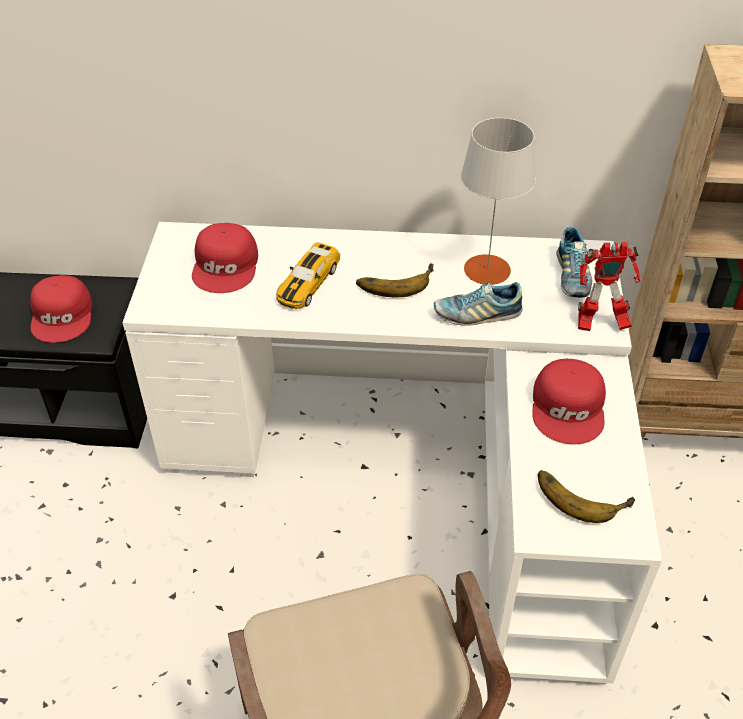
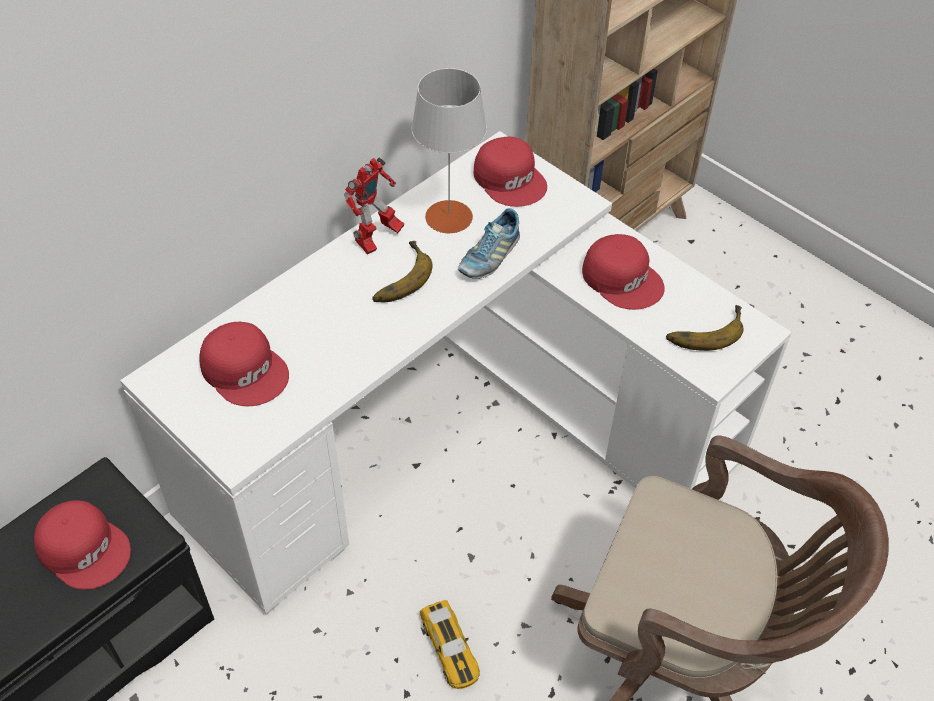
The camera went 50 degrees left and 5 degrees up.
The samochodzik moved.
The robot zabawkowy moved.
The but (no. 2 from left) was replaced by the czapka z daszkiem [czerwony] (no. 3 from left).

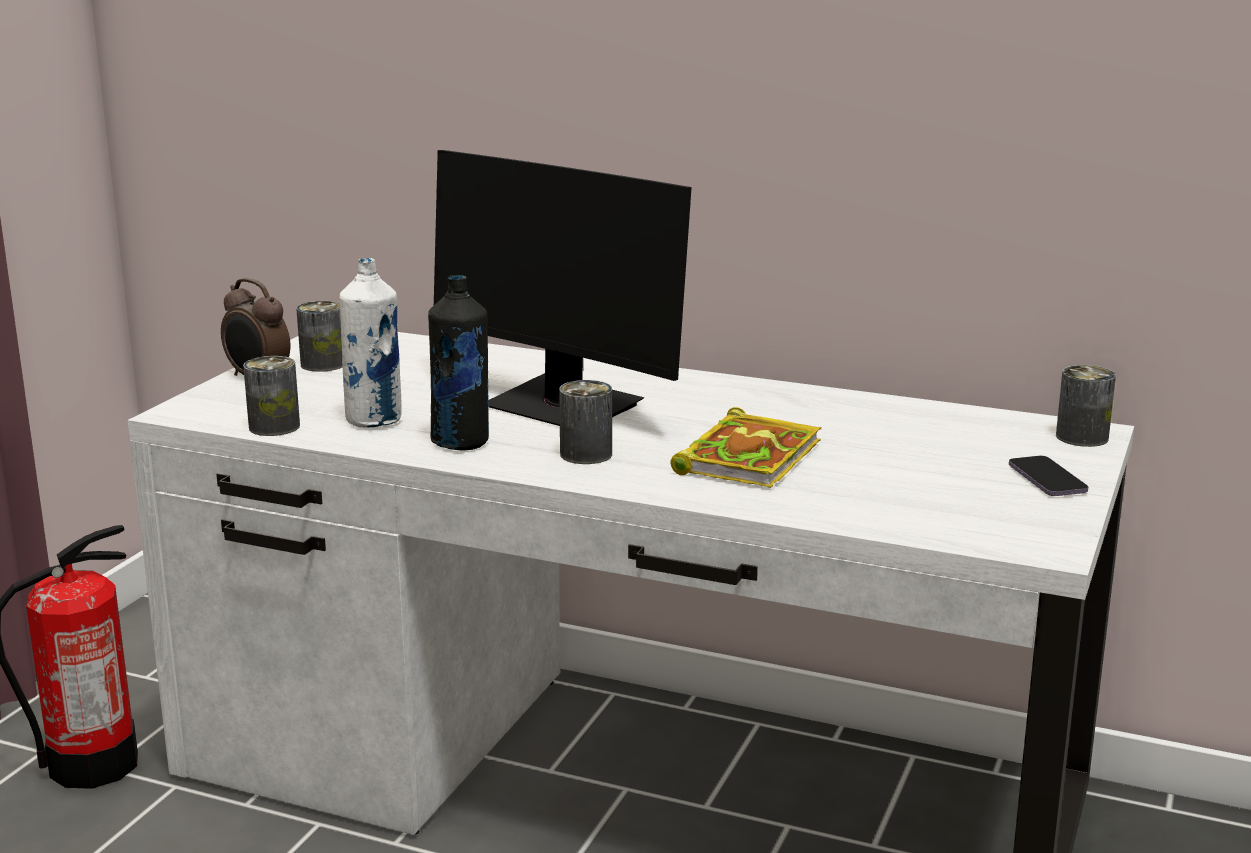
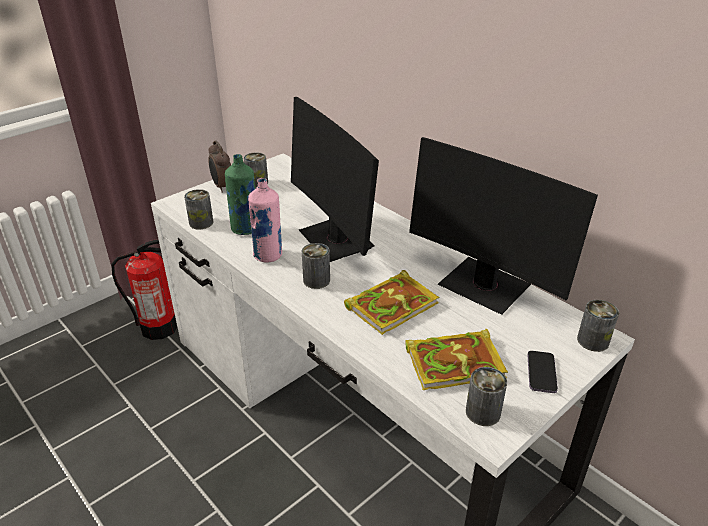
The camera went 25 degrees right and 15 degrees up.
The książka (no. 2 from left) appeared.
The monitor (no. 2 from left) appeared.
The puszka (no. 4 from left) appeared.
The butelka [biały] became the butelka [zielony].
The butelka [czarny] became the butelka [różowy].

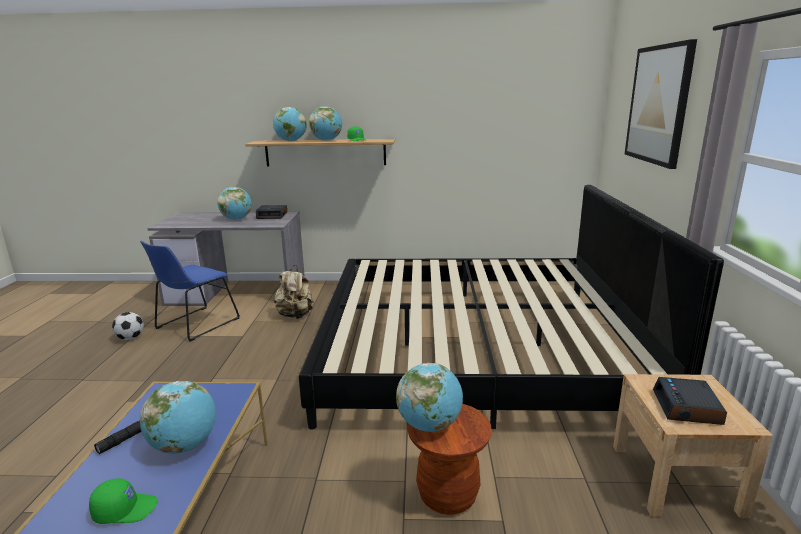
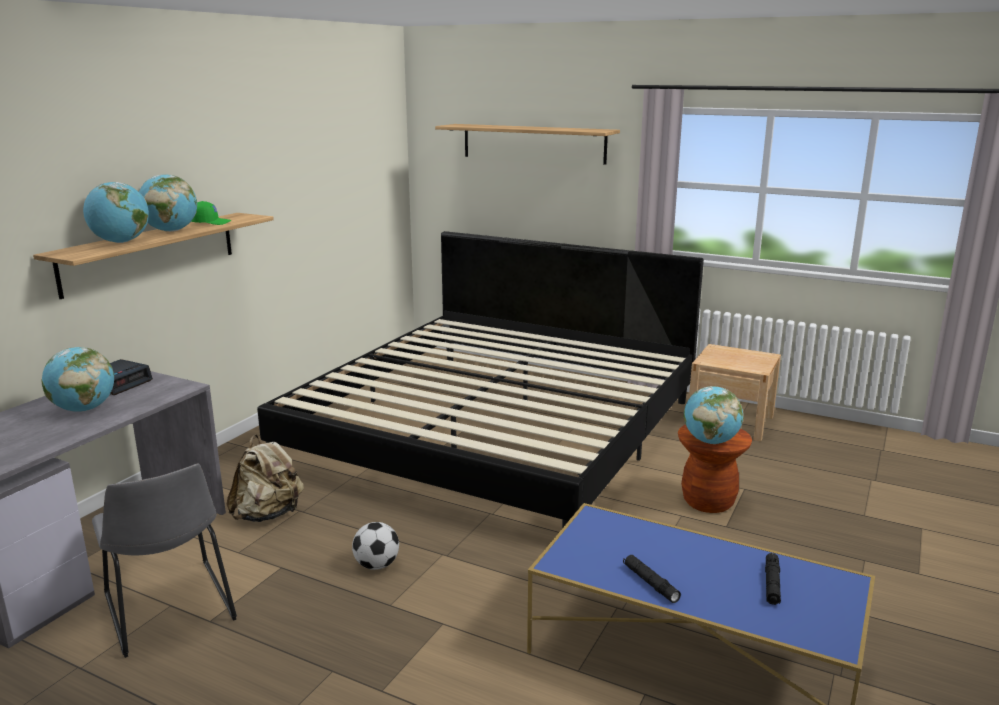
The camera went 65 degrees left and 0 degrees up.
The globus (no. 1 from left) disappeared.
The budzik (no. 2 from left) disappeared.
The piłka futbolowa moved.
The czapka z daszkiem [zielony] (no. 1 from left) was replaced by the latarka [czarny] (no. 2 from left).
The obraz was replaced by the półka (no. 2 from left).
The krzesło [niebieski] became the krzesło [szary].

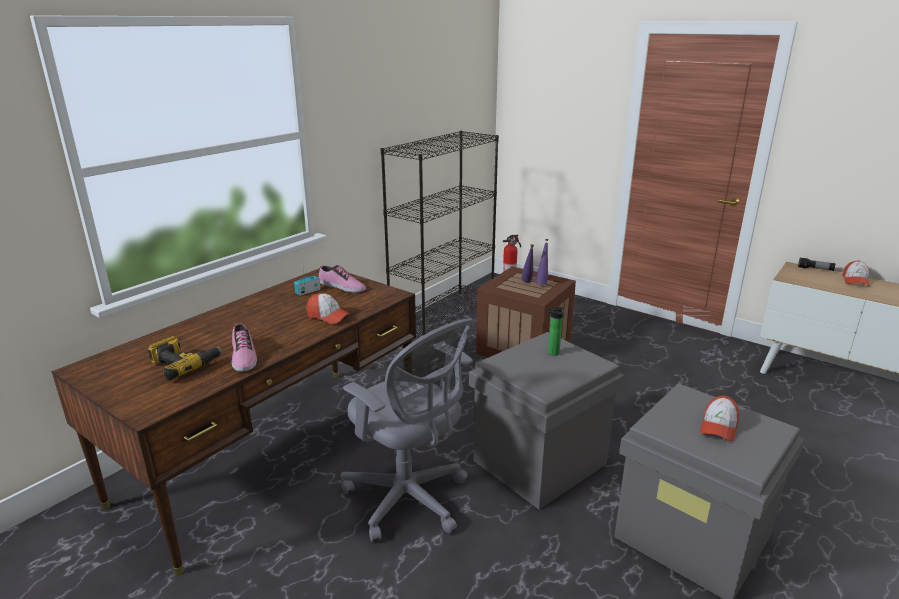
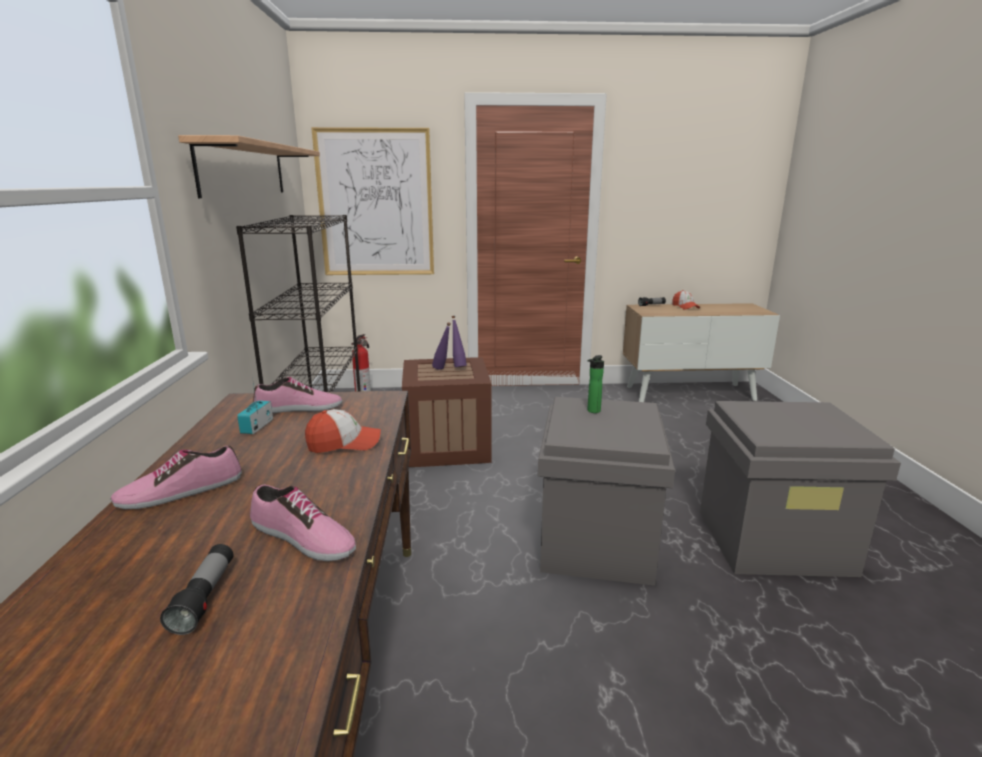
The camera went 40 degrees left and 5 degrees down.
The krzesło biurowe [szary] disappeared.
The czapka z daszkiem (no. 2 from left) disappeared.
The but (no. 1 from left) appeared.
The półka appeared.
The obraz appeared.
The wiertarka was replaced by the latarka (no. 1 from left).

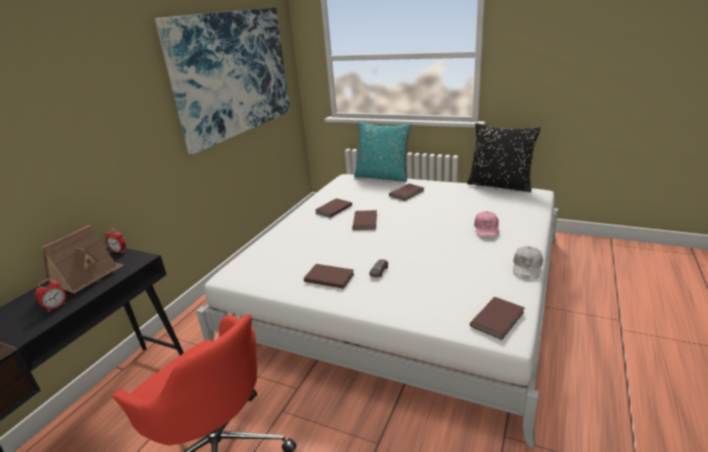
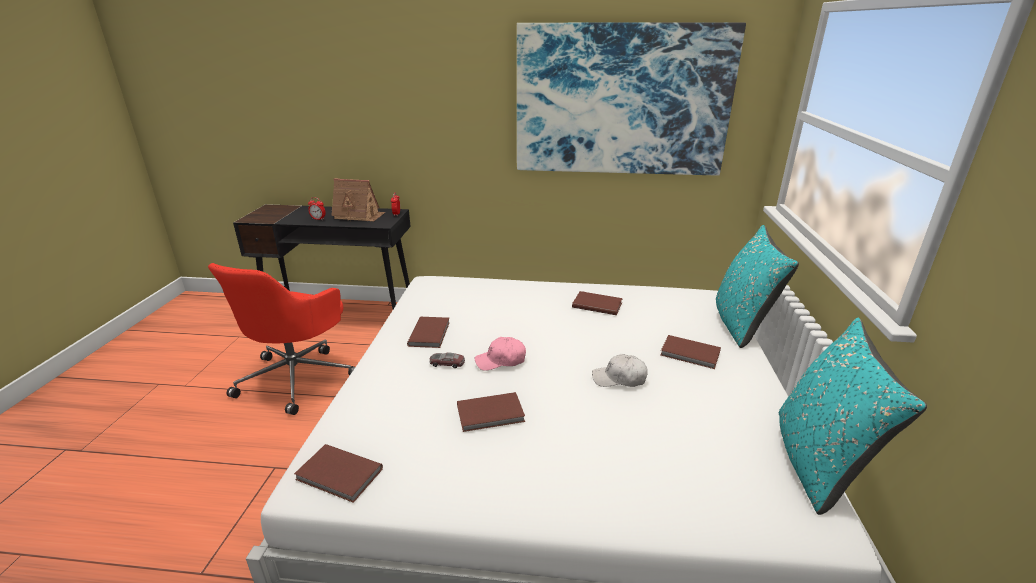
The camera went 70 degrees right and 0 degrees up.
The książka [brązowy] (no. 3 from left) moved.
The czapka z daszkiem [różowy] moved.
The czapka z daszkiem [biały] moved.
The poduszka [czarny] became the poduszka [turkusowy] (no. 2 from left).

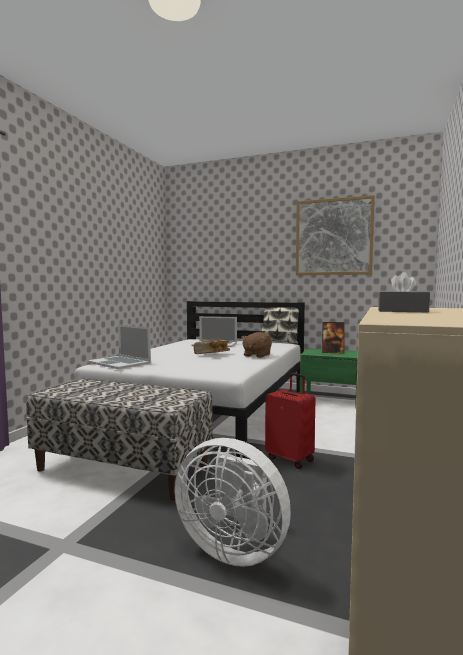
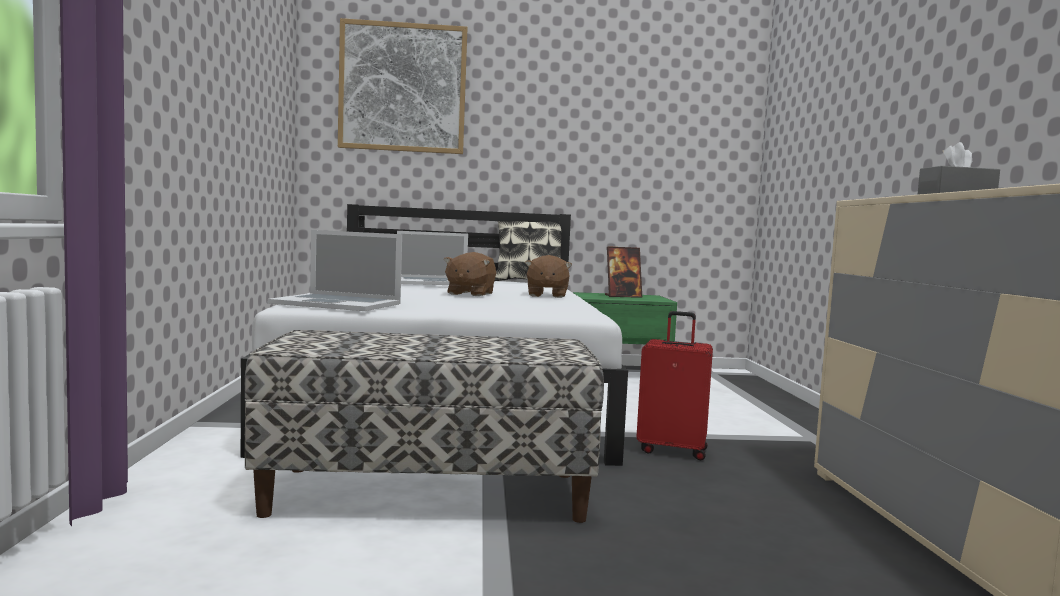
The camera went 25 degrees left and 0 degrees up.
The wentylator [biały] disappeared.
The obraz moved.
The książka was replaced by the pluszak [brązowy] (no. 1 from left).

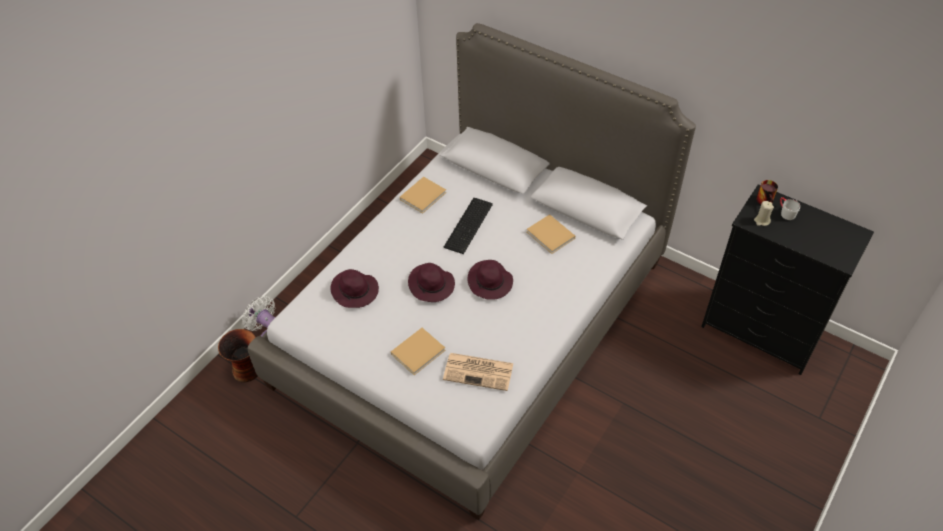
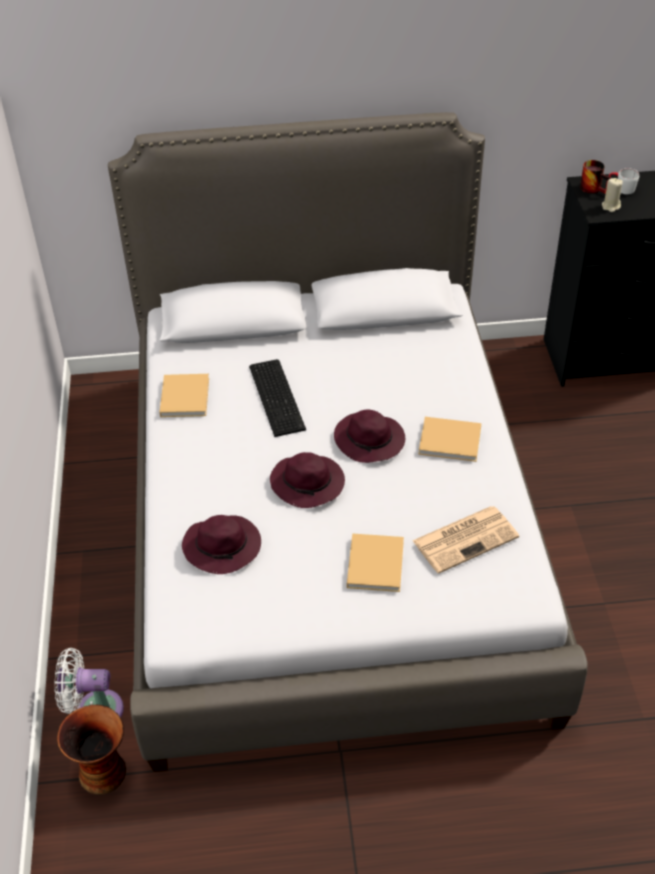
The camera went 40 degrees left and 5 degrees down.
The książka [beżowy] (no. 3 from left) moved.

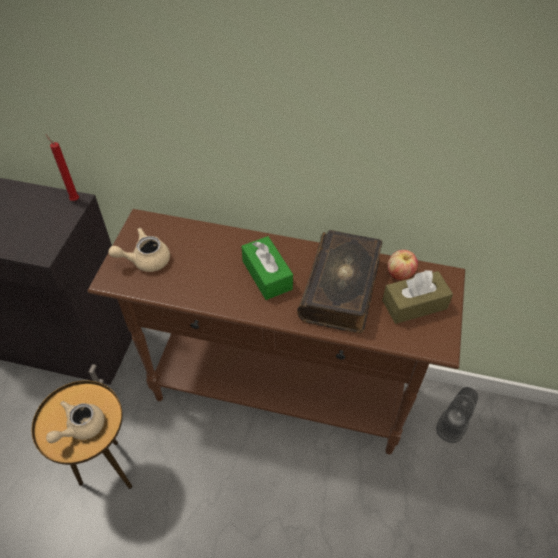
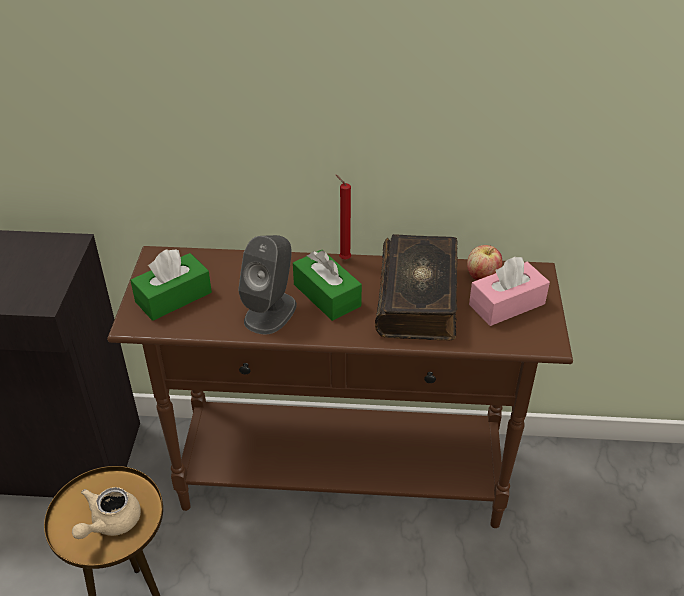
The camera went 10 degrees left and 10 degrees down.
The świeca [czerwony] moved.
The głośnik [szary] moved.
The imbryk [beżowy] (no. 2 from left) was replaced by the pudełko chusteczek [zielony] (no. 1 from left).
The pudełko chusteczek [brązowy] became the pudełko chusteczek [różowy].

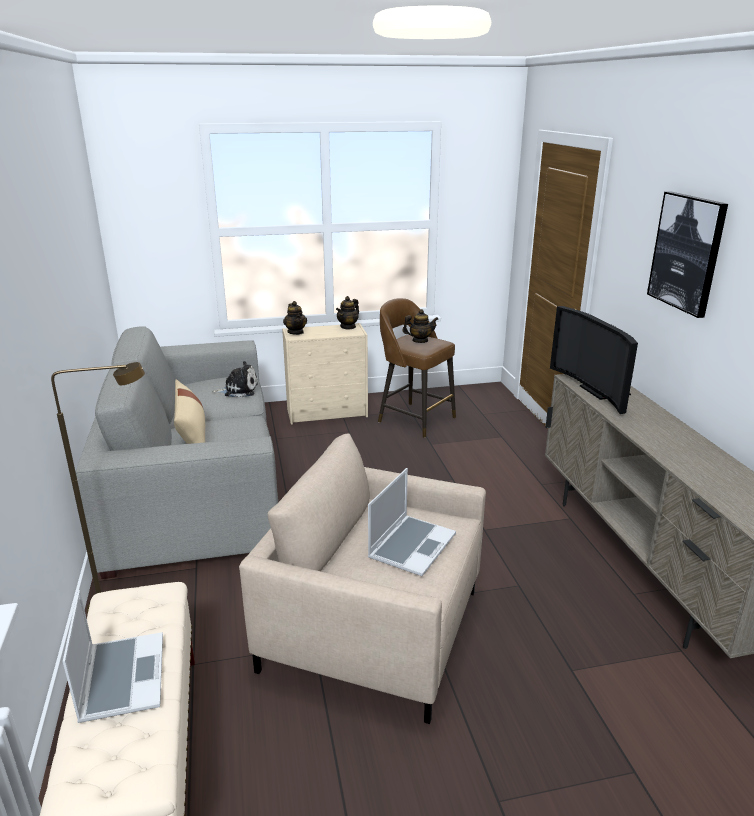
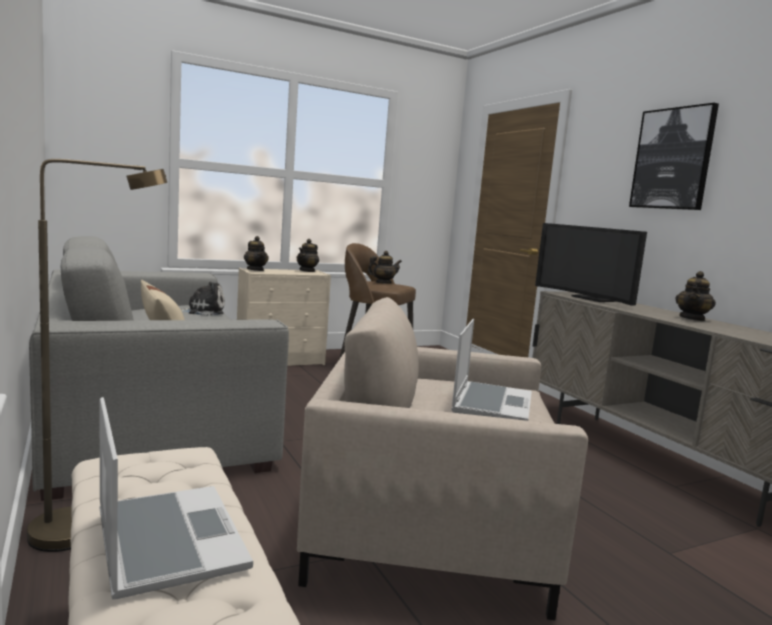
The camera went 15 degrees left and 15 degrees down.
The imbryk (no. 4 from left) appeared.

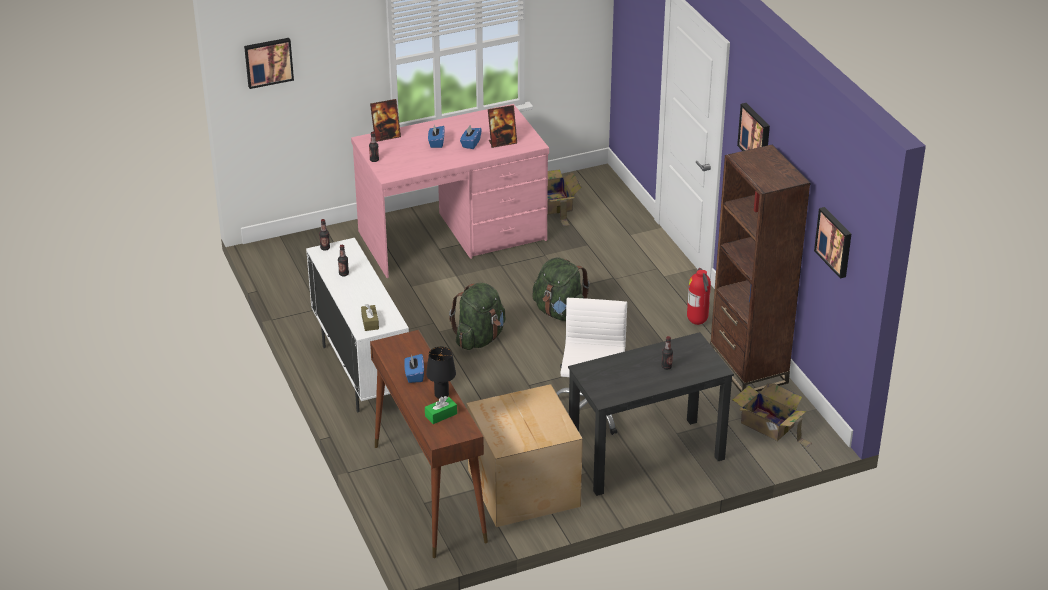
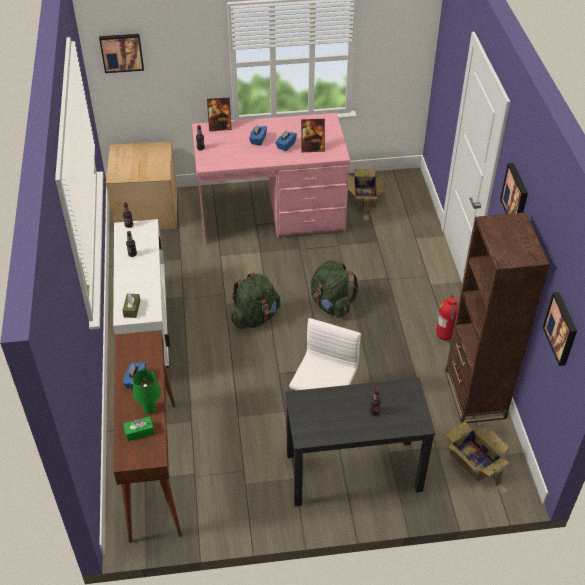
The camera went 15 degrees right and 10 degrees up.
The karton (no. 1 from left) moved.
The lampa stołowa [czarny] became the lampa stołowa [zielony].

